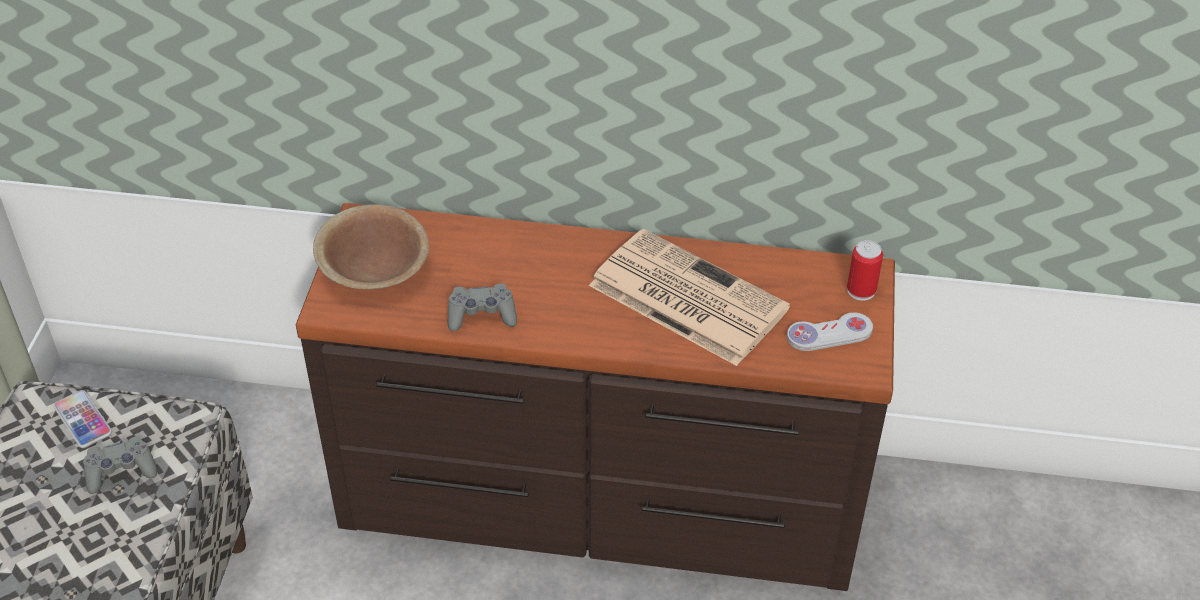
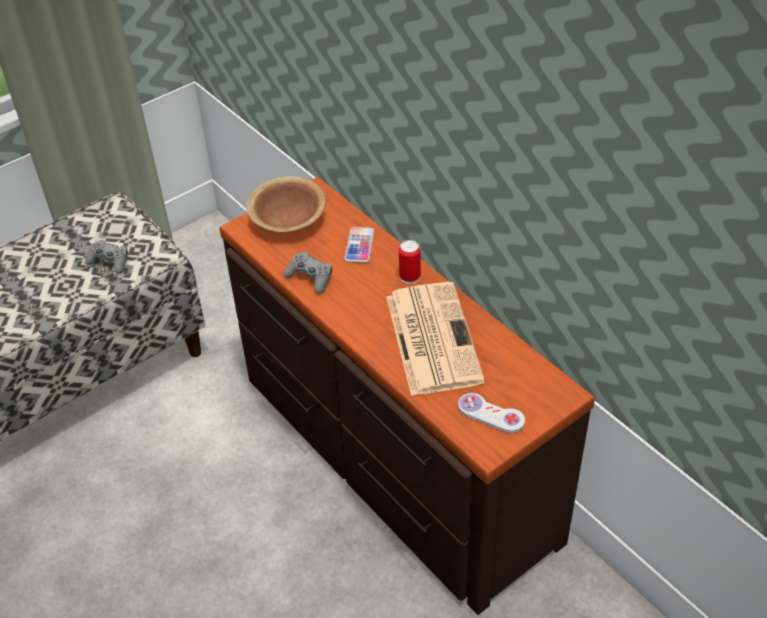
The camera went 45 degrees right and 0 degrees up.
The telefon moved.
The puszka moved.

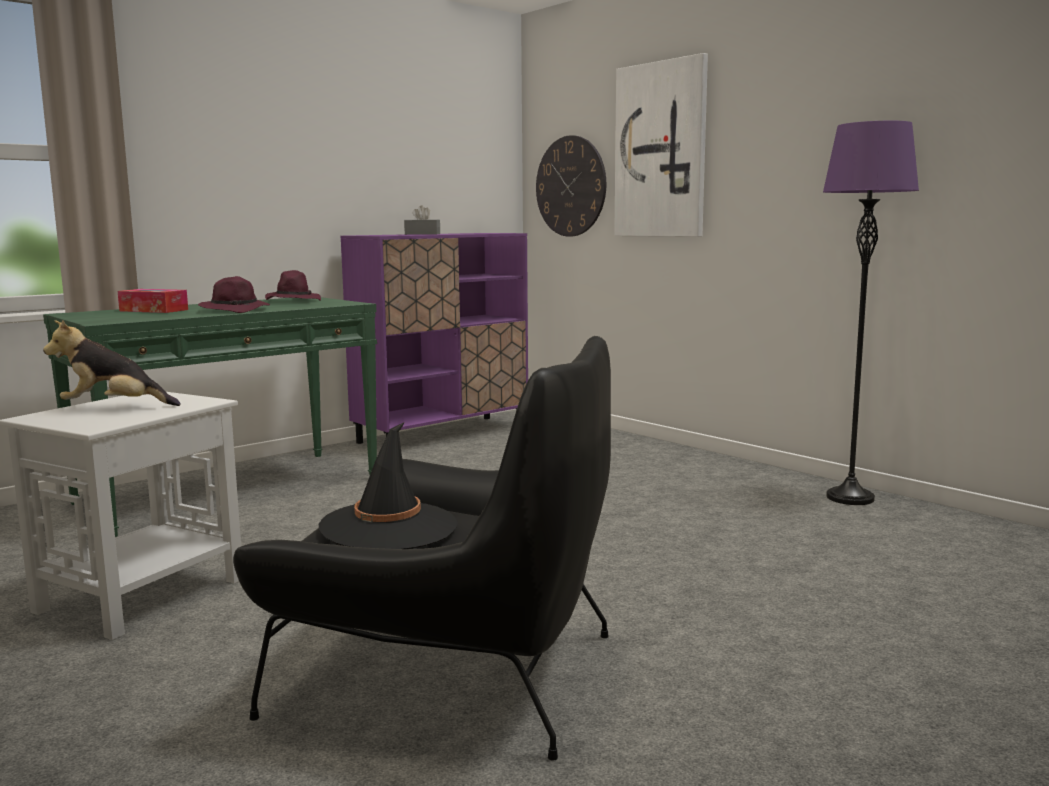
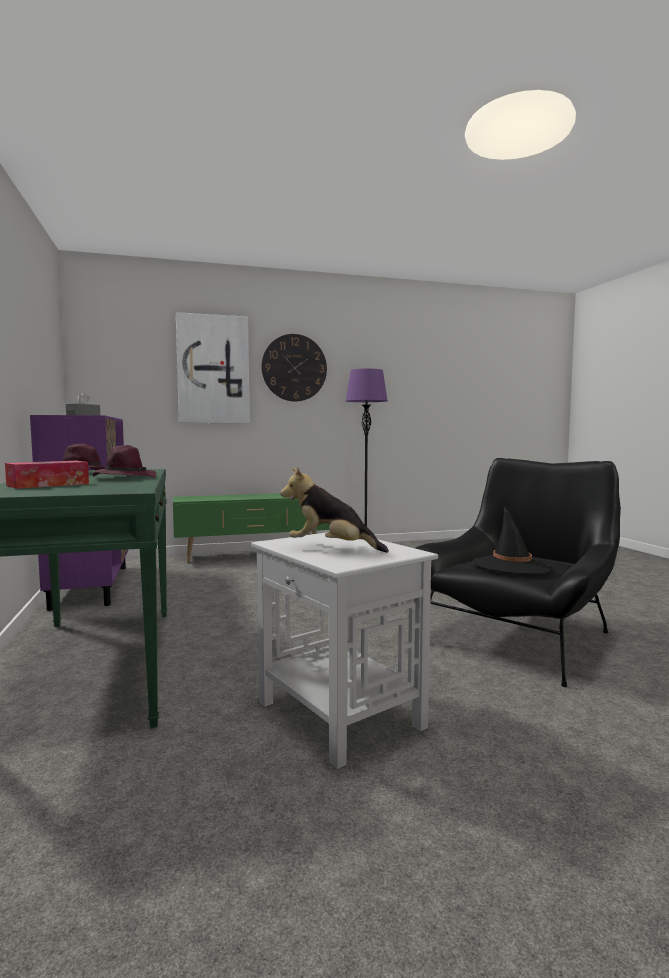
The camera went 65 degrees left and 5 degrees down.
The szafka pod telewizor [zielony] appeared.
The zegar ścienny moved.
The pluszak turned 90 degrees clockwise.

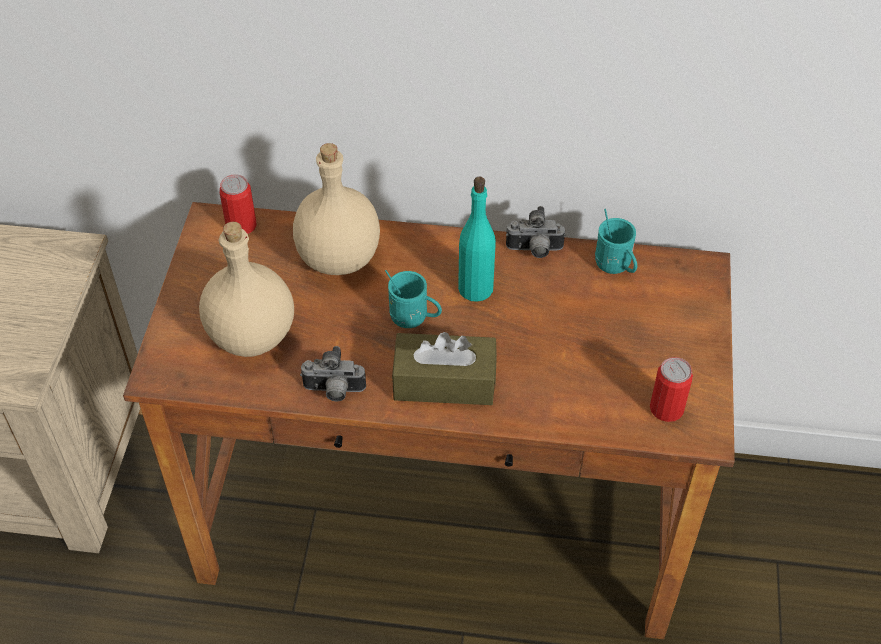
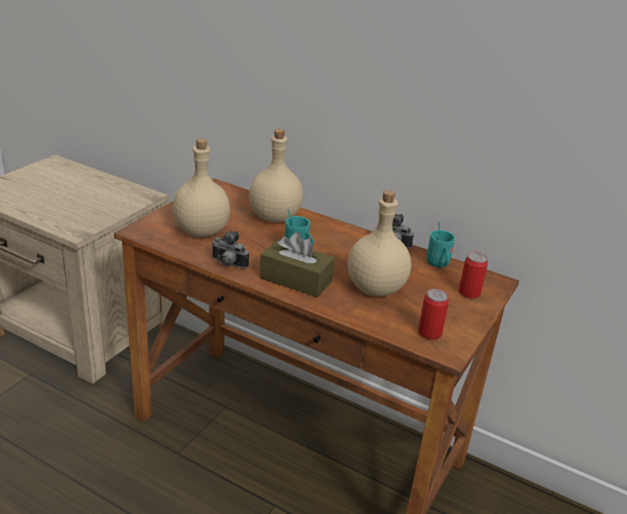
The camera went 20 degrees right and 20 degrees down.
The butelka [turkusowy] disappeared.
The butelka [beżowy] (no. 3 from left) appeared.
The puszka (no. 1 from left in the first image) moved.

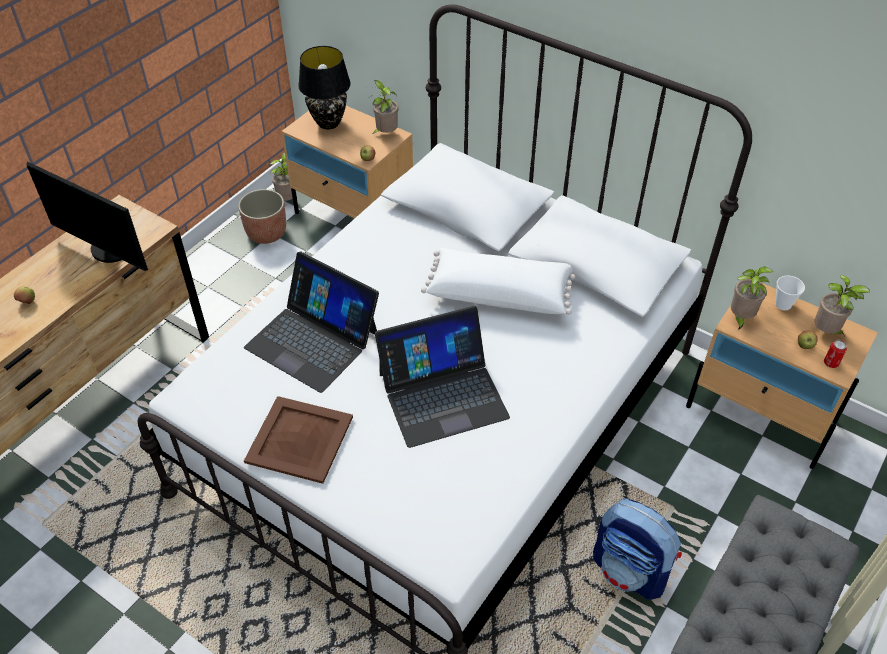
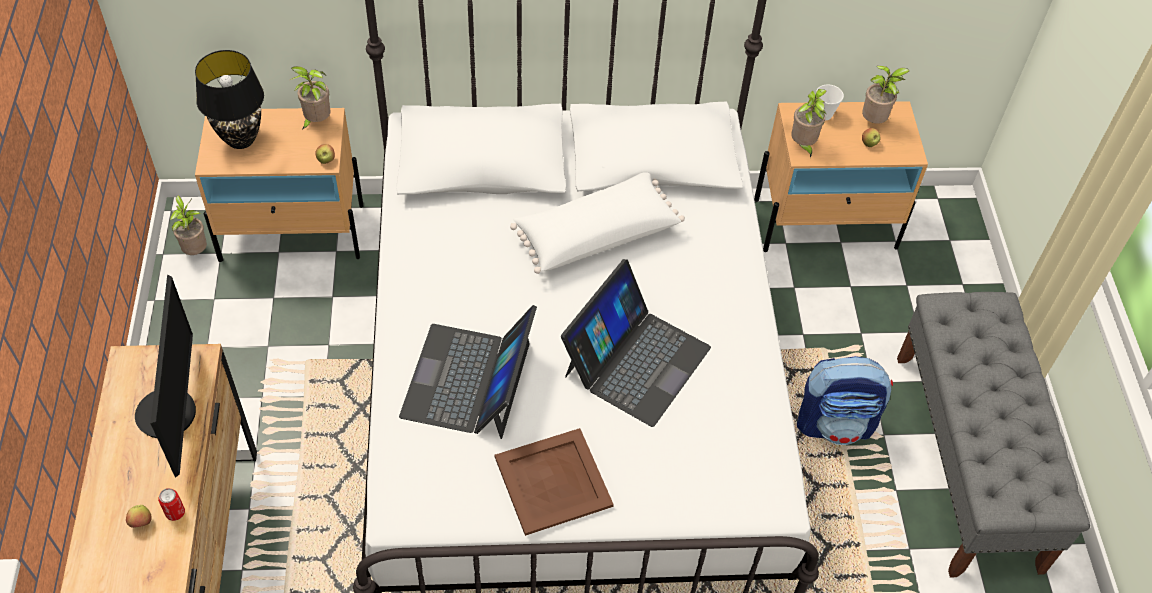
The camera went 40 degrees left and 5 degrees up.
The donica disappeared.
The puszka moved.
The monitor turned 90 degrees counterclockwise.
The laptop (no. 1 from left) turned 105 degrees clockwise.

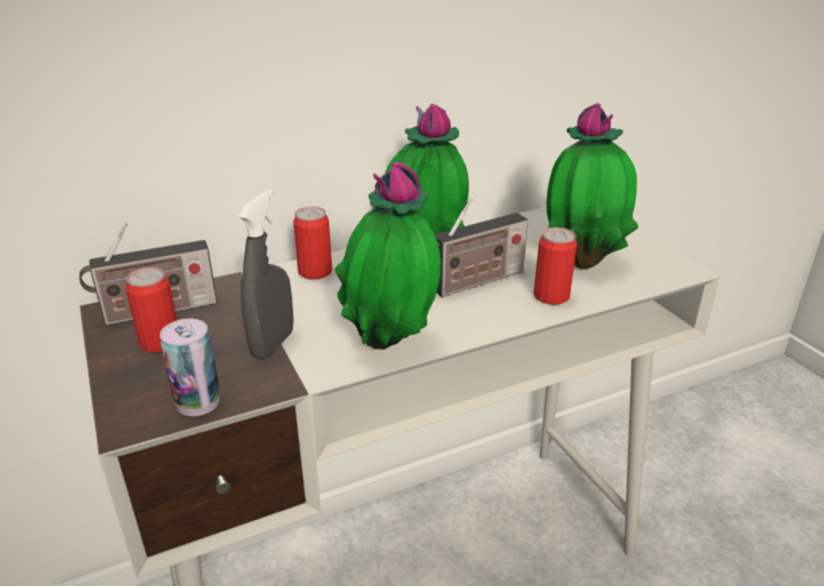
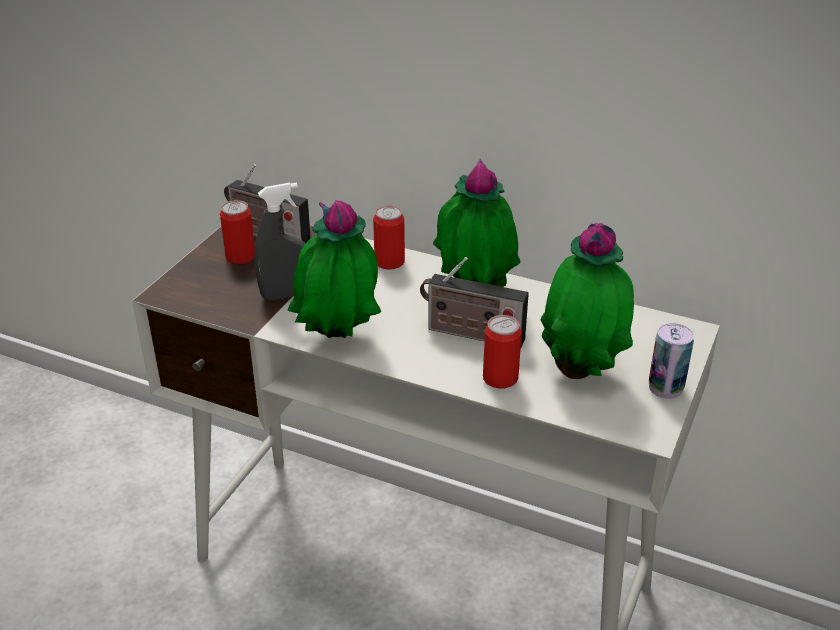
The camera went 50 degrees right and 5 degrees up.
The puszka (no. 2 from left in the first image) moved.

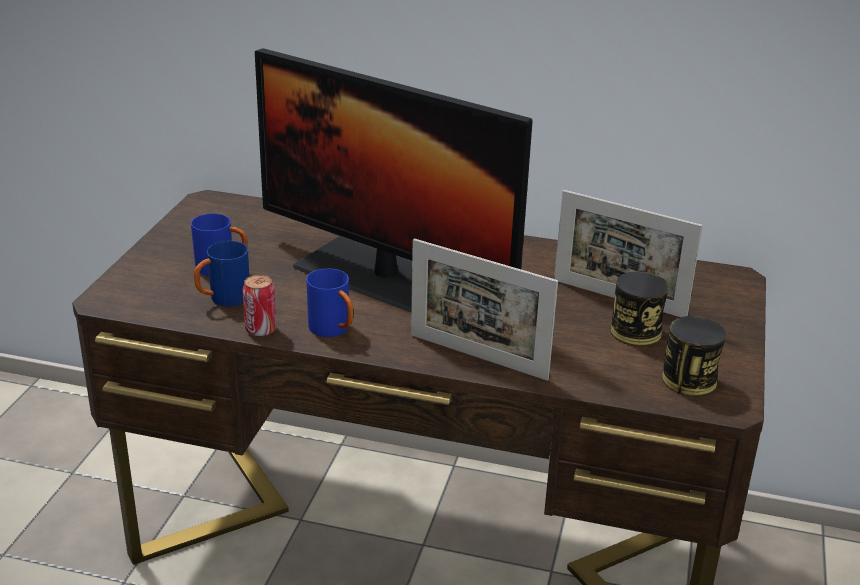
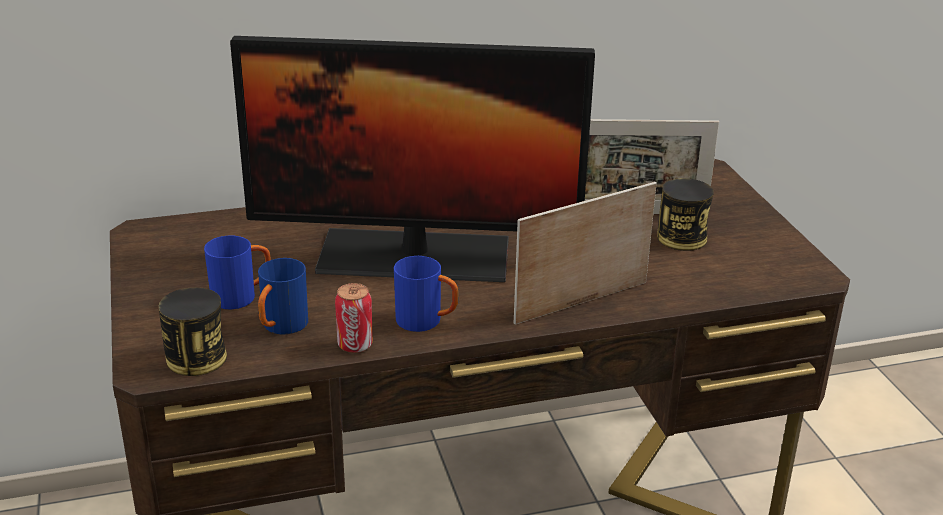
The camera went 30 degrees left and 0 degrees up.
The puszka (no. 3 from left in the first image) moved.
The ramka na zdjęcie (no. 1 from left) turned 150 degrees clockwise.

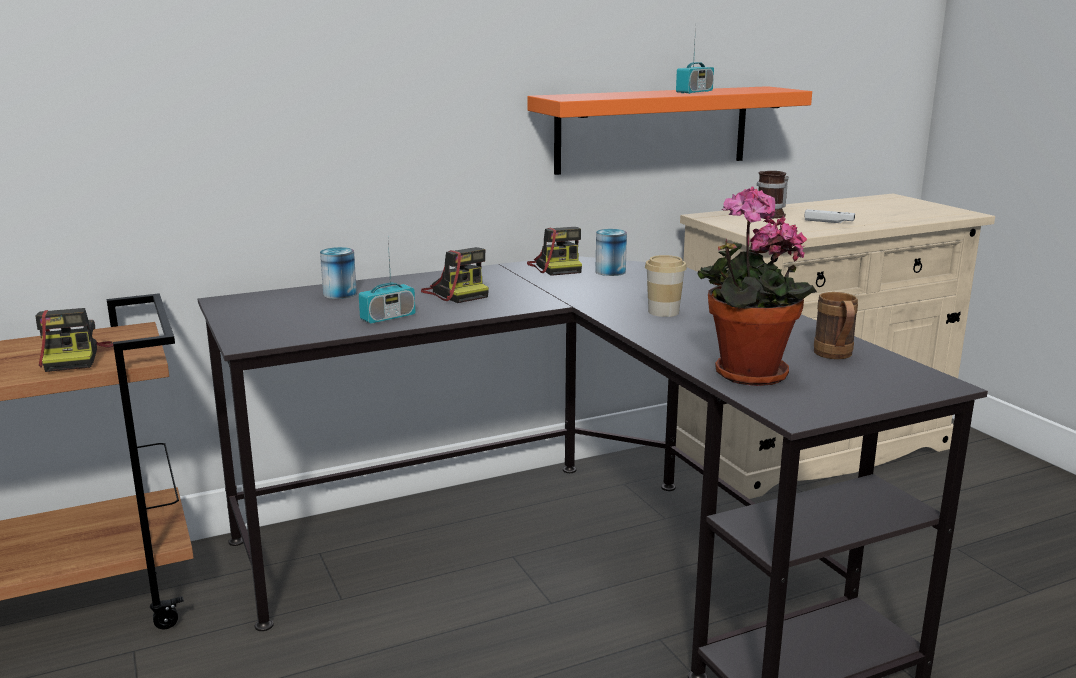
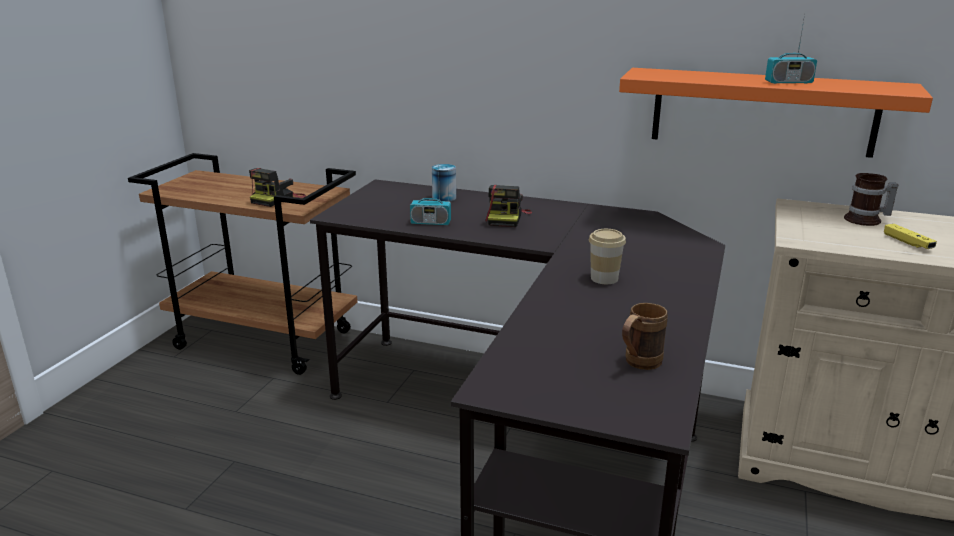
The camera went 45 degrees right and 5 degrees up.
The aparat fotograficzny (no. 3 from left) disappeared.
The puszka (no. 2 from left) disappeared.
The roślina doniczkowa disappeared.
The pad do gier [biały] became the pad do gier [żółty].

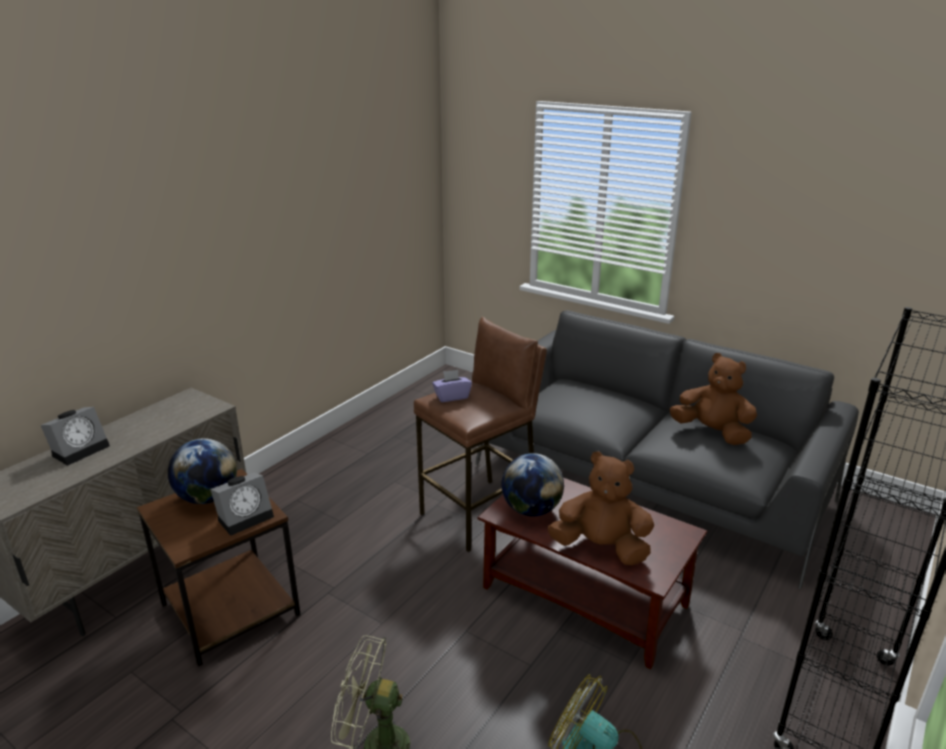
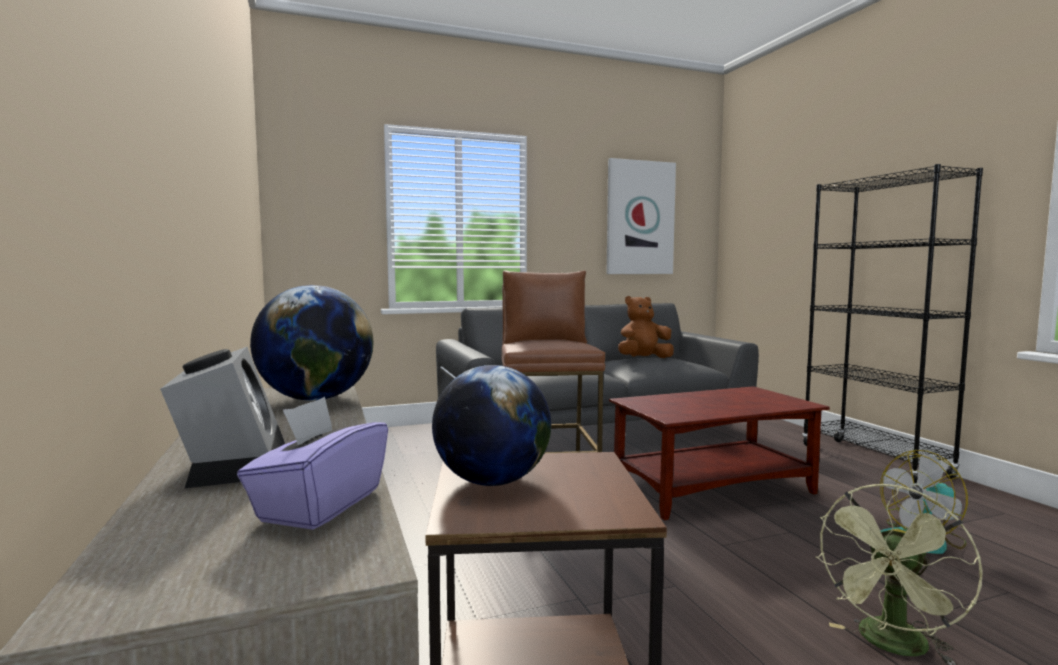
The camera went 55 degrees left and 20 degrees down.
The budzik (no. 2 from left) disappeared.
The pluszak [brązowy] (no. 1 from left) disappeared.
The obraz appeared.
The pudełko chusteczek [fioletowy] moved.
The globus (no. 2 from left in the first image) moved.

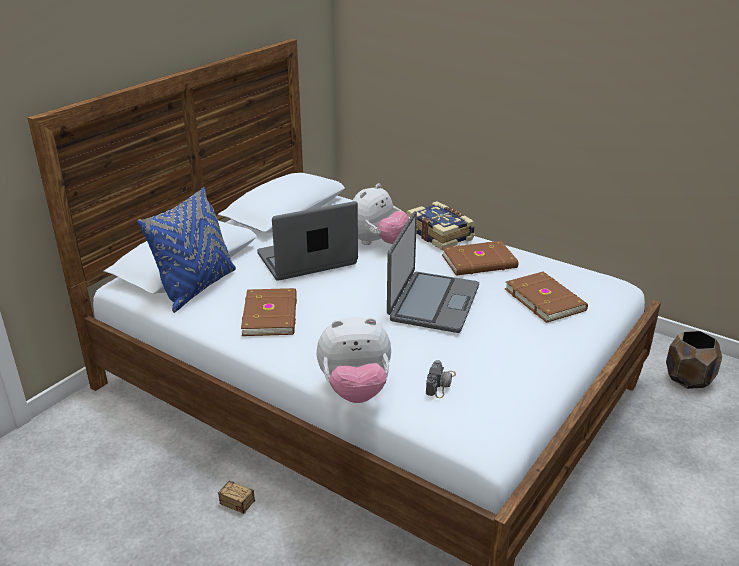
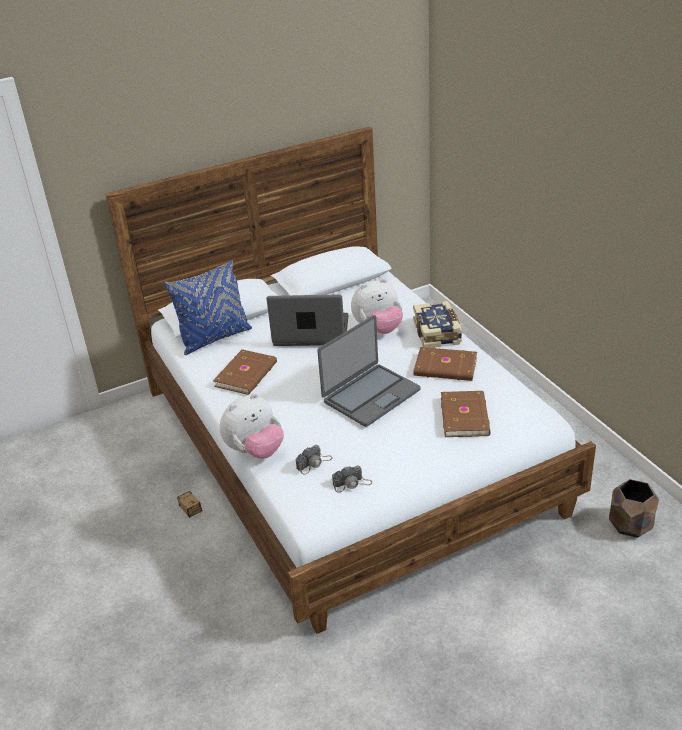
The camera went 30 degrees right and 5 degrees up.
The aparat fotograficzny (no. 2 from left) appeared.
The pluszak (no. 1 from left) turned 60 degrees counterclockwise.

